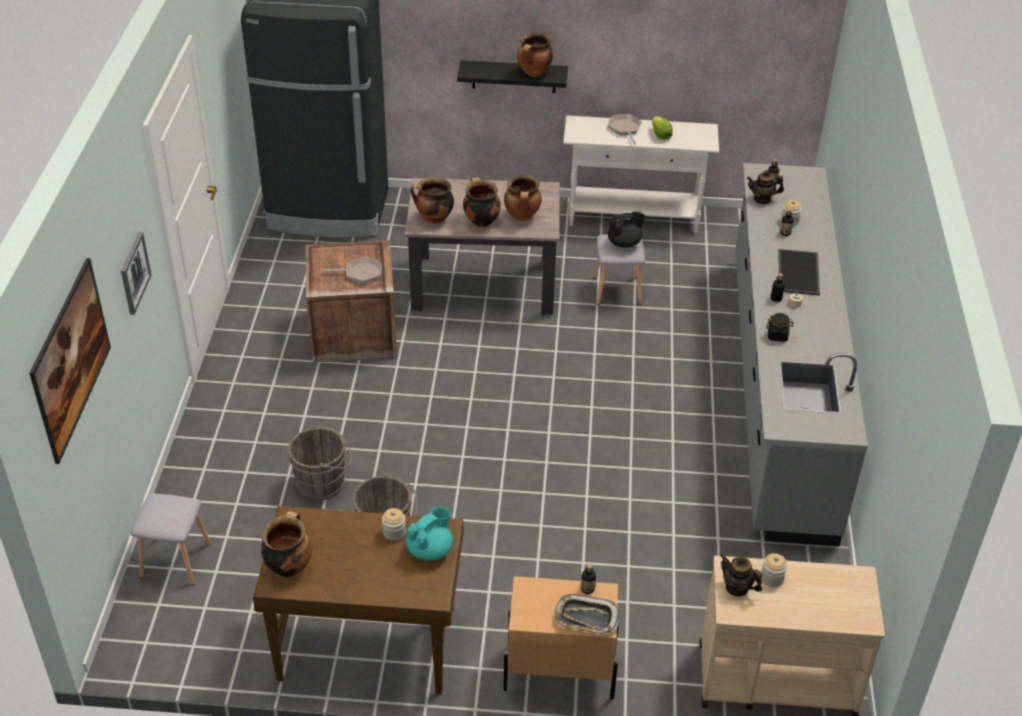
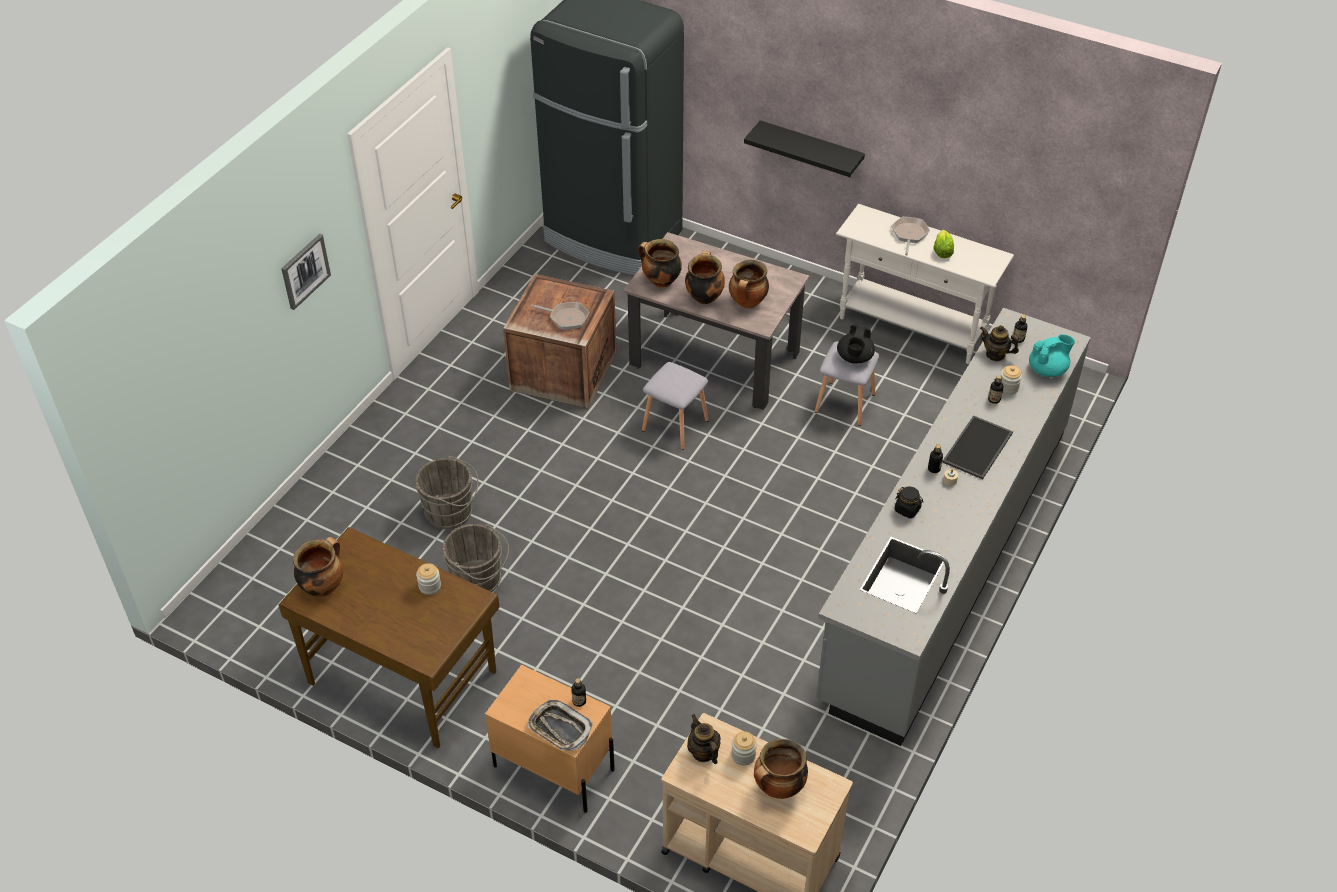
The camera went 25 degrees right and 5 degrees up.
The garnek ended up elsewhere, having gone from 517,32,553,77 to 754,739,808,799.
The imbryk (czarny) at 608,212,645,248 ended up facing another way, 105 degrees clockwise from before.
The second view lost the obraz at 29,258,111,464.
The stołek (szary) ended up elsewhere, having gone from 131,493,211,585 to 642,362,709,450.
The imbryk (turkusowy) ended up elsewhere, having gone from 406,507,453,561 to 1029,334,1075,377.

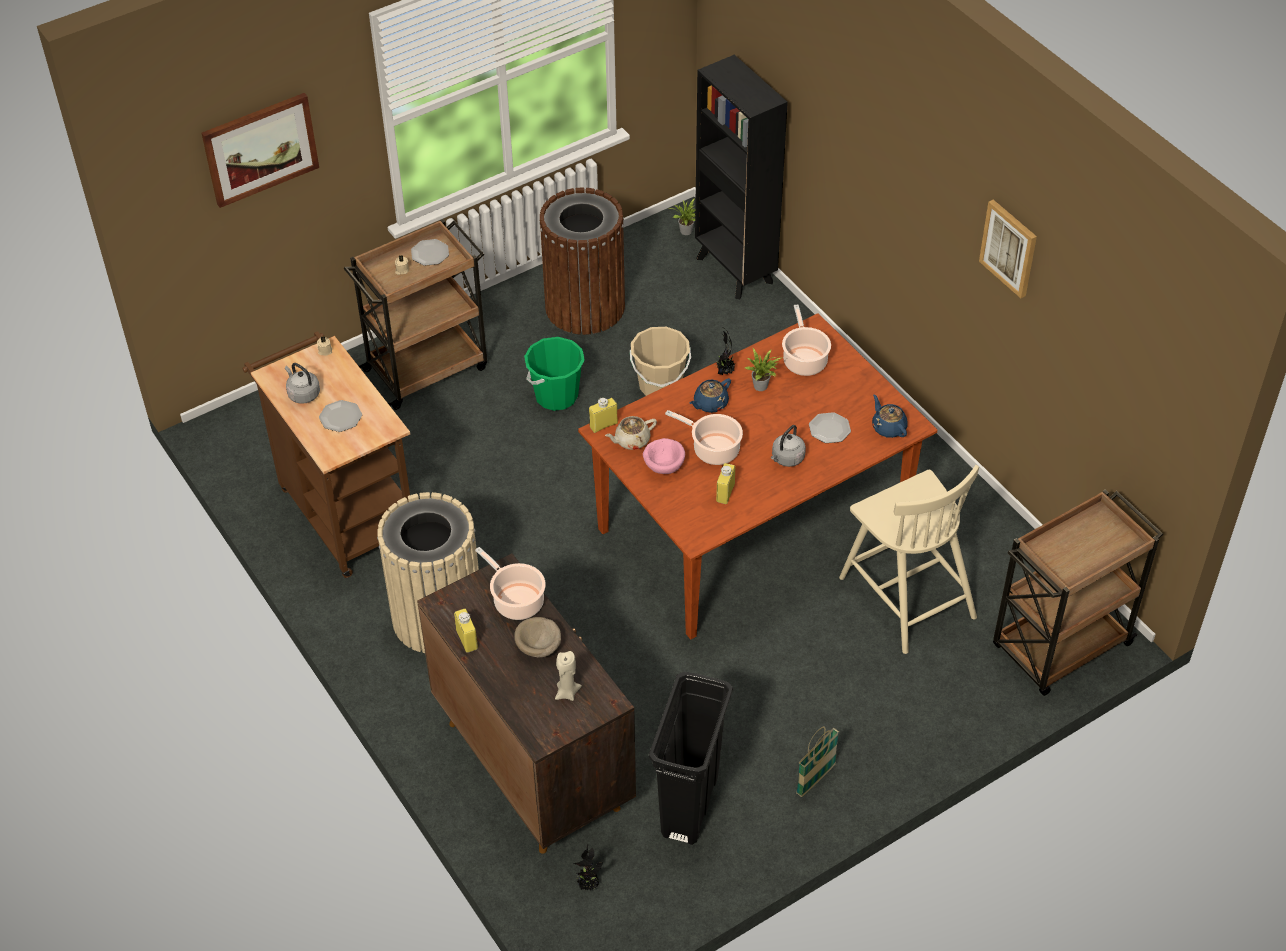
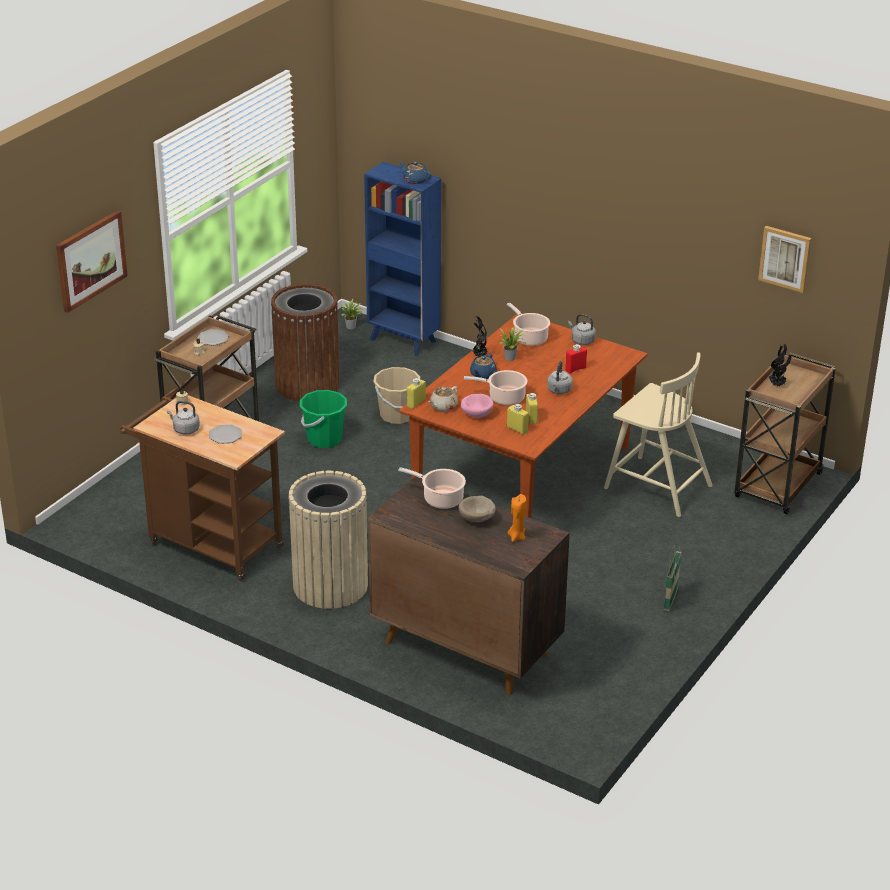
The camera went 25 degrees left and 15 degrees down.
What was the regał (czarny) at 695,55,788,299 turned into the regał (niebieski) at 364,162,442,356.
The obraz ended up elsewhere, having gone from 979,200,1037,298 to 758,226,812,293.
The imbryk (niebieski) ended up elsewhere, having gone from 872,395,908,438 to 399,161,431,184.
Where the talerz stood at 809,412,851,443, the butelka (czerwony) came to stand at 565,344,587,373.
The butelka (żółty) ended up elsewhere, having gone from 454,609,478,653 to 507,404,528,435.
What was the świeca (beżowy) at 555,651,582,701 turned into the świeca (pomarańczowy) at 508,494,527,542.
The second view lost the kosz na śmieci (czarny) at 649,672,733,845.
The roślina doniczkowa ended up elsewhere, having gone from 573,844,602,890 to 769,343,791,386.
The second view gained the czajnik (szary) at 568,314,596,345.

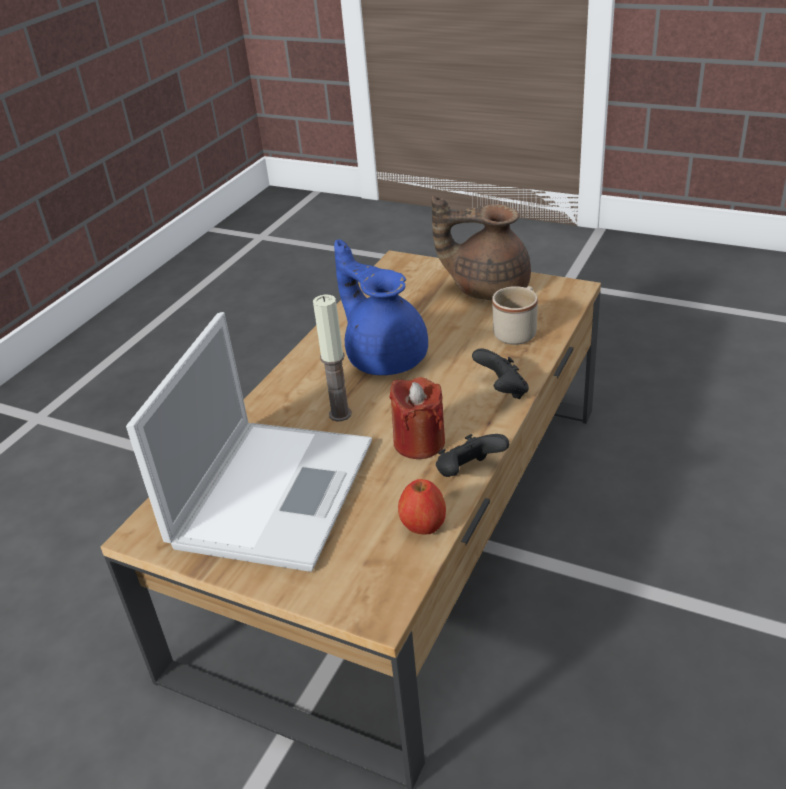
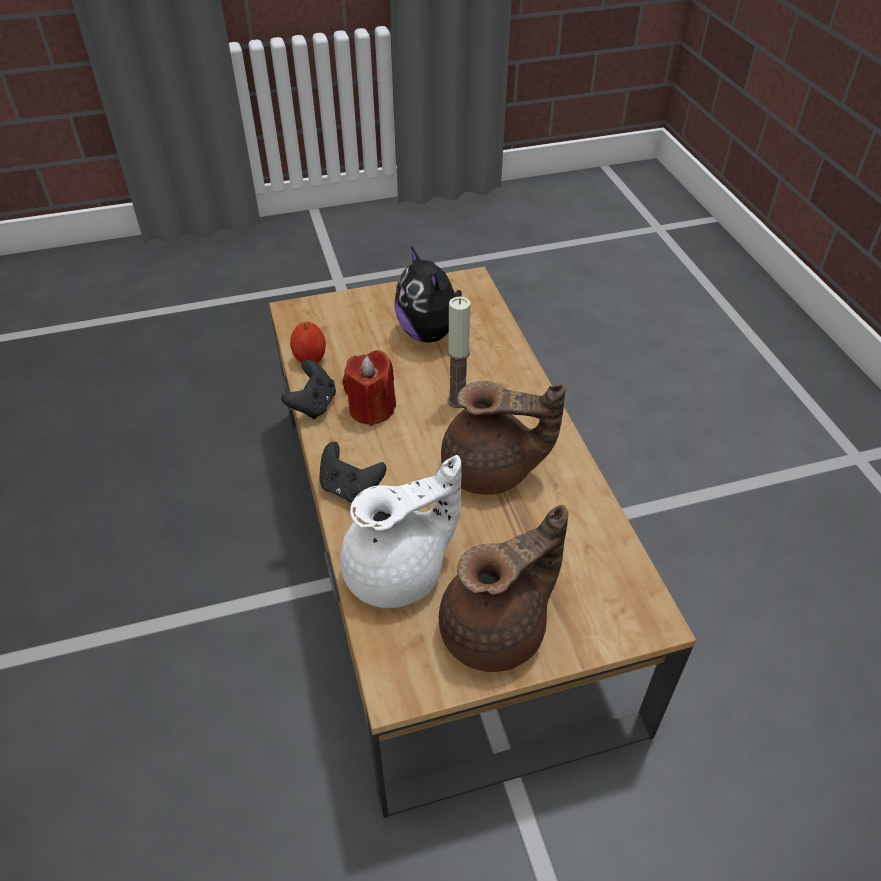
The camera went 135 degrees right and 10 degrees up.
What was the imbryk (niebieski) at 334,239,428,375 turned into the imbryk (brązowy) at 441,381,566,495.
Where the kubek (beżowy) stood at 492,286,538,345, the imbryk (biały) came to stand at 340,455,461,608.
Where the laptop stood at 126,312,372,572, the pluszak came to stand at 394,246,462,343.

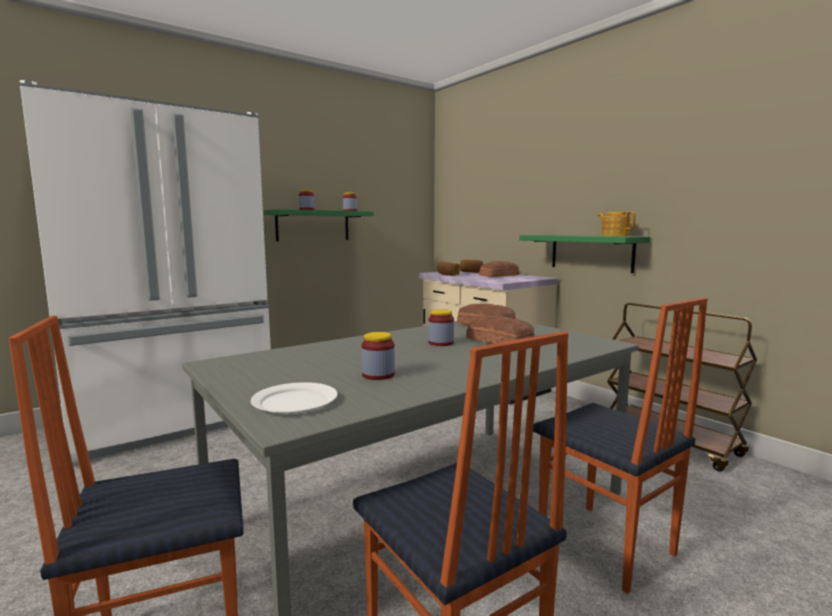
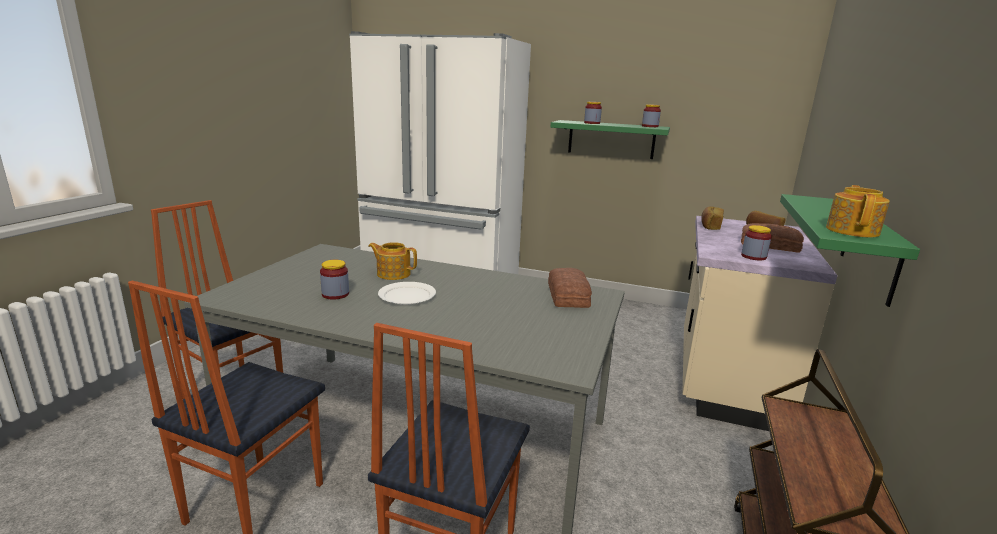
The camera went 55 degrees right and 10 degrees up.
The słoik ended up elsewhere, having gone from 428,309,454,346 to 741,225,772,260.
The second view lost the chleb at 466,316,535,344.
The talerz (biały) ended up elsewhere, having gone from 251,382,338,414 to 378,282,436,305.
The second view gained the imbryk at 368,242,417,280.

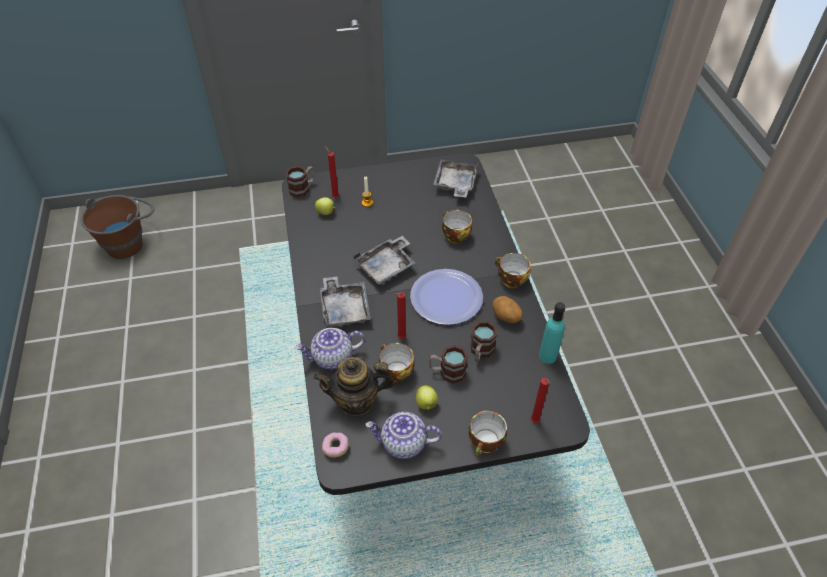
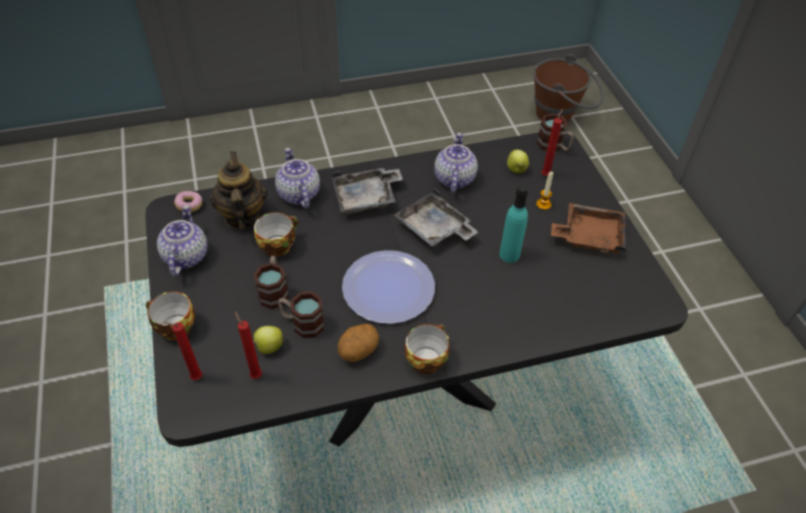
The camera went 85 degrees right and 0 degrees up.
The second view lost the taca (szary) at 433,160,478,198.
The second view lost the filiżanka at 442,210,472,244.
The świeca (czerwony) ended up elsewhere, having gone from 395,292,406,339 to 235,312,262,379.
The butelka (turkusowy) ended up elsewhere, having gone from 539,302,565,364 to 499,185,528,263.
The jabłko ended up elsewhere, having gone from 416,385,438,410 to 253,326,283,354.
The second view gained the imbryk at 434,133,478,193.
The second view gained the taca (brązowy) at 551,203,626,253.

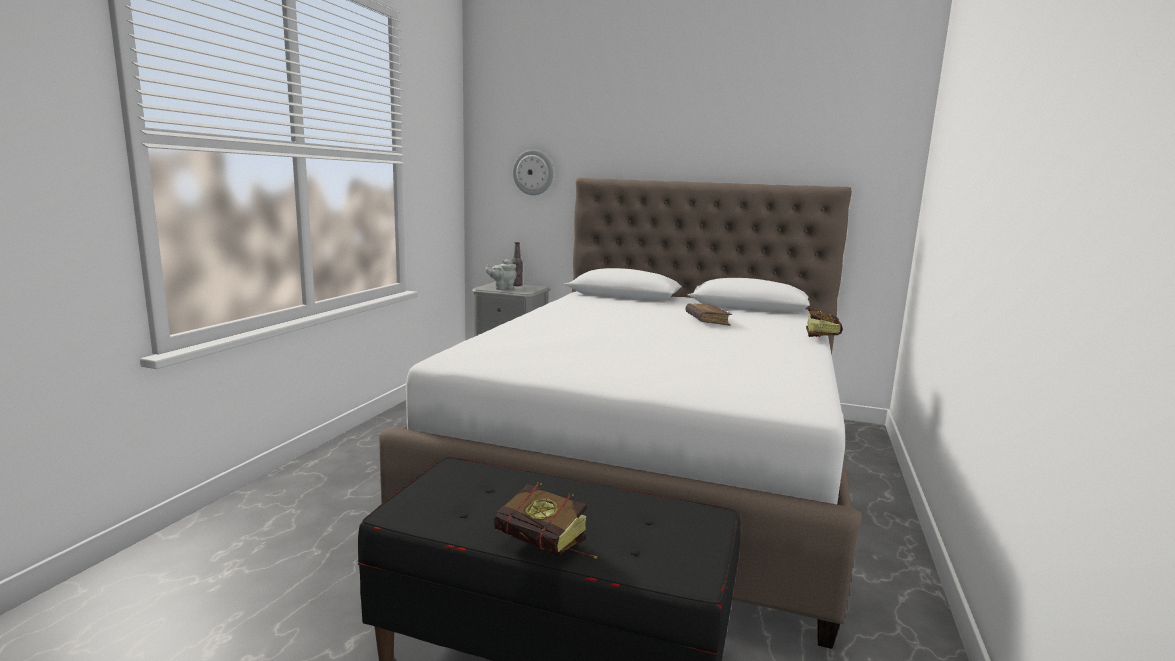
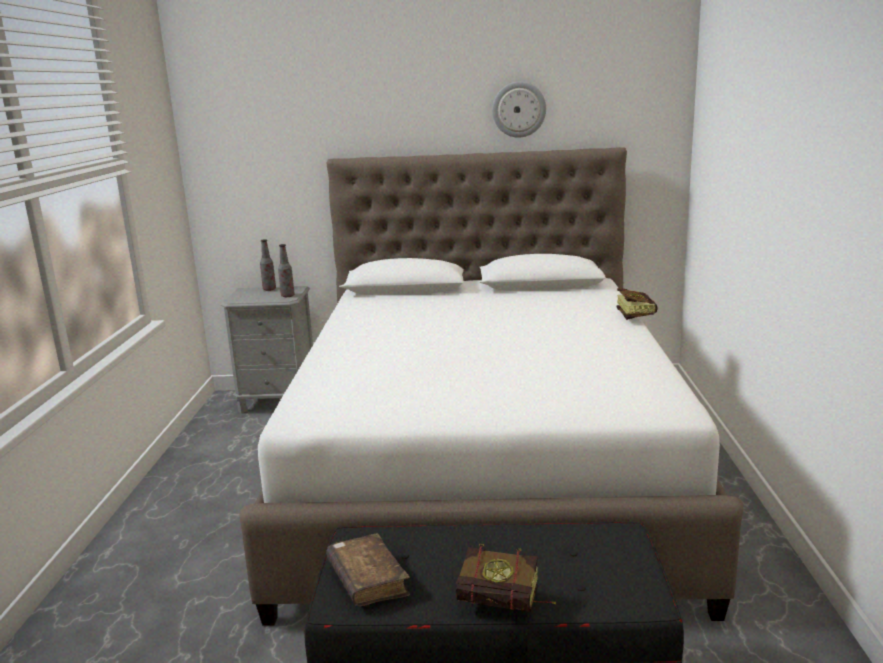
The camera went 15 degrees left and 5 degrees up.
The zegar ścienny ended up elsewhere, having gone from 513,150,554,195 to 492,82,546,138.
The second view lost the imbryk (szary) at 486,259,517,290.
The książka (brązowy) ended up elsewhere, having gone from 686,303,732,326 to 326,533,410,607.
The second view gained the butelka at 278,244,295,297.

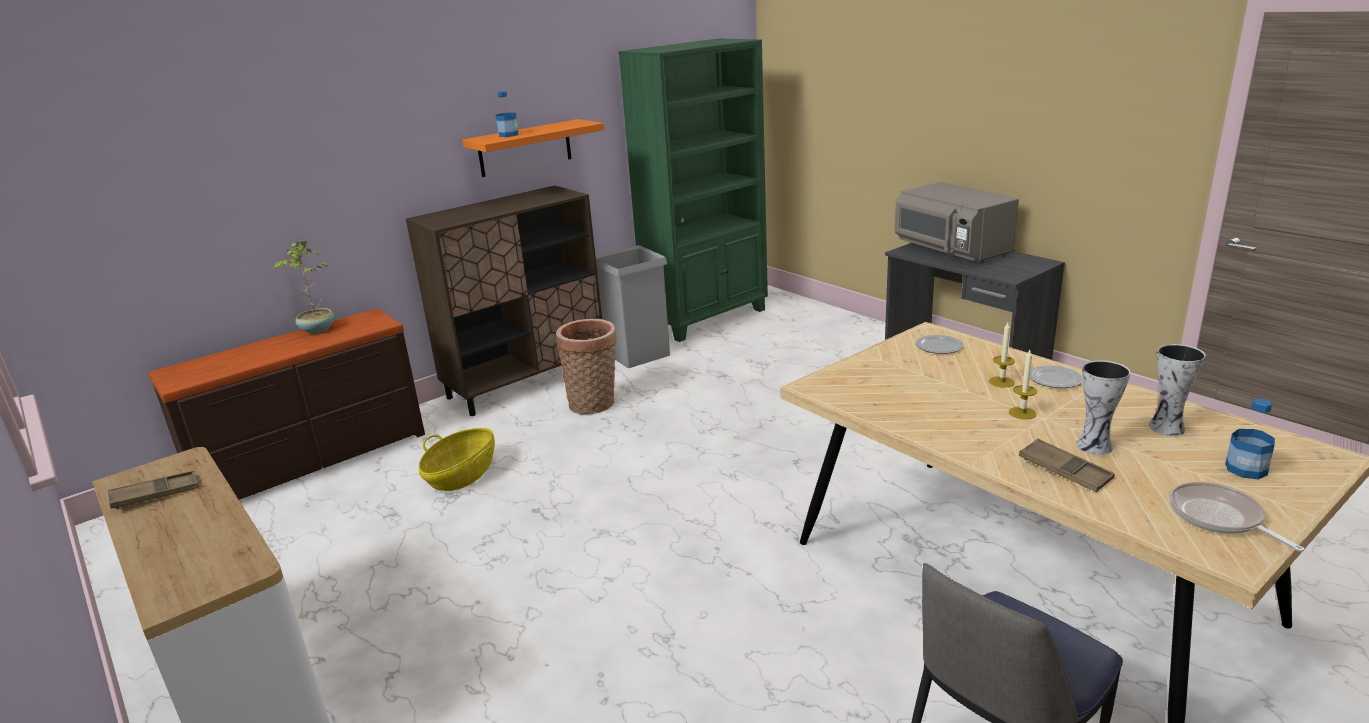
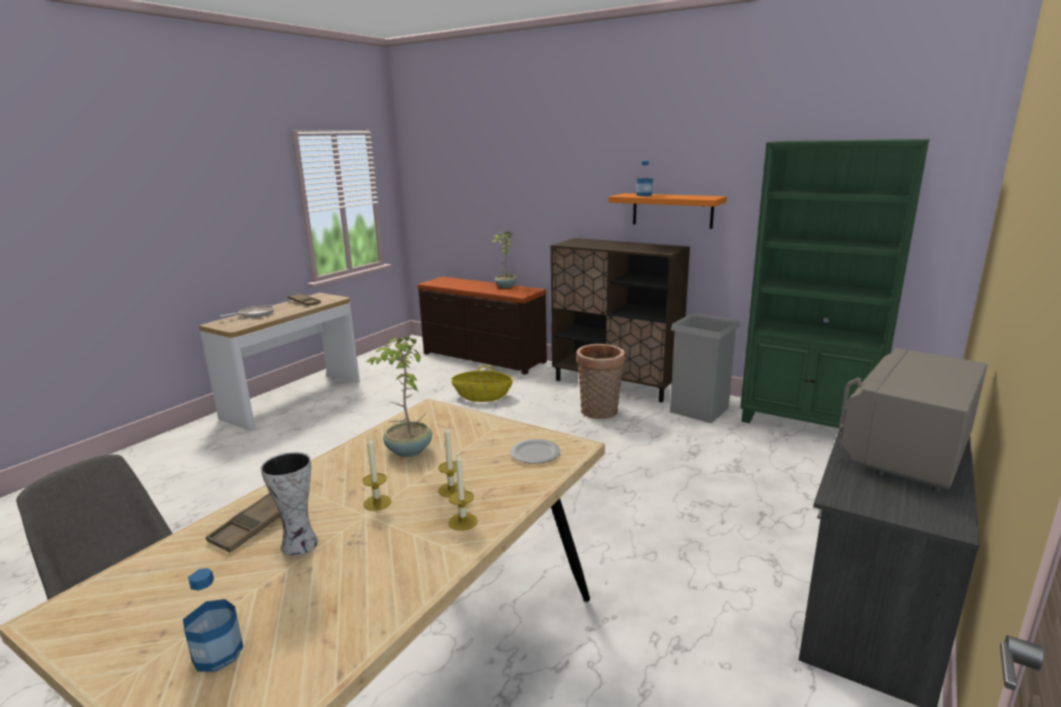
The camera went 70 degrees right and 5 degrees down.
The second view lost the wazon at 1149,344,1206,436.
Where the talerz stood at 1030,365,1083,388, the świeca came to stand at 448,452,478,531.
The patelnia ended up elsewhere, having gone from 1169,482,1304,552 to 220,305,274,318.
The second view gained the roślina doniczkowa at 367,336,432,457.

